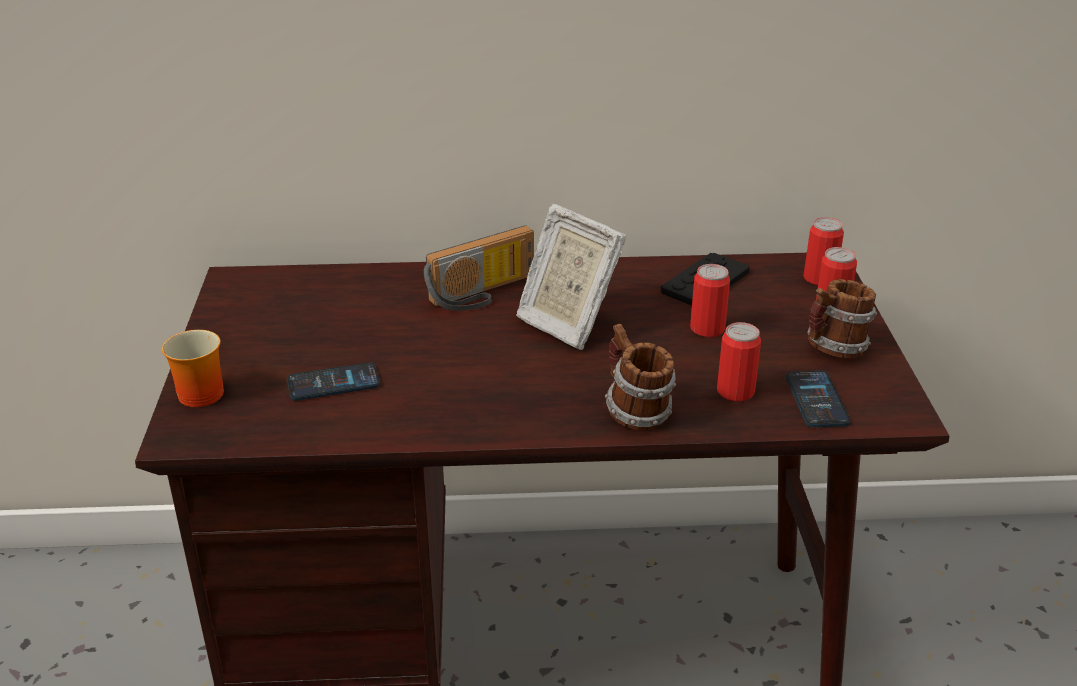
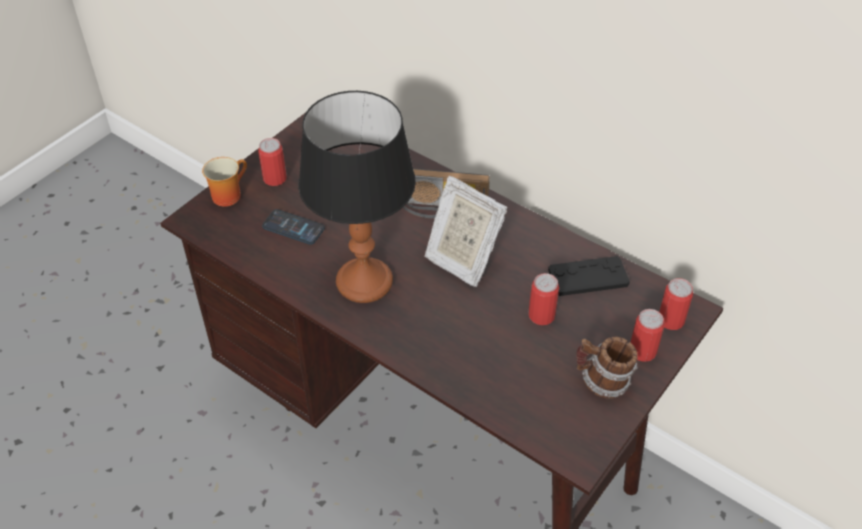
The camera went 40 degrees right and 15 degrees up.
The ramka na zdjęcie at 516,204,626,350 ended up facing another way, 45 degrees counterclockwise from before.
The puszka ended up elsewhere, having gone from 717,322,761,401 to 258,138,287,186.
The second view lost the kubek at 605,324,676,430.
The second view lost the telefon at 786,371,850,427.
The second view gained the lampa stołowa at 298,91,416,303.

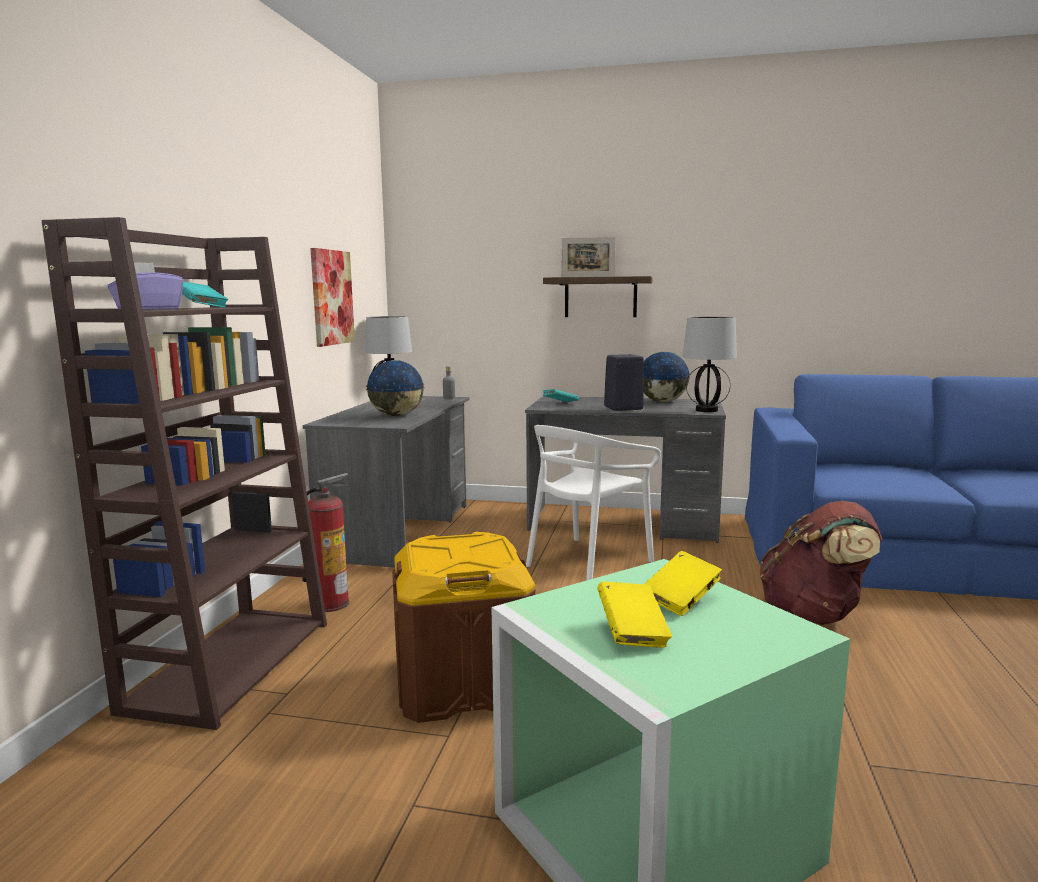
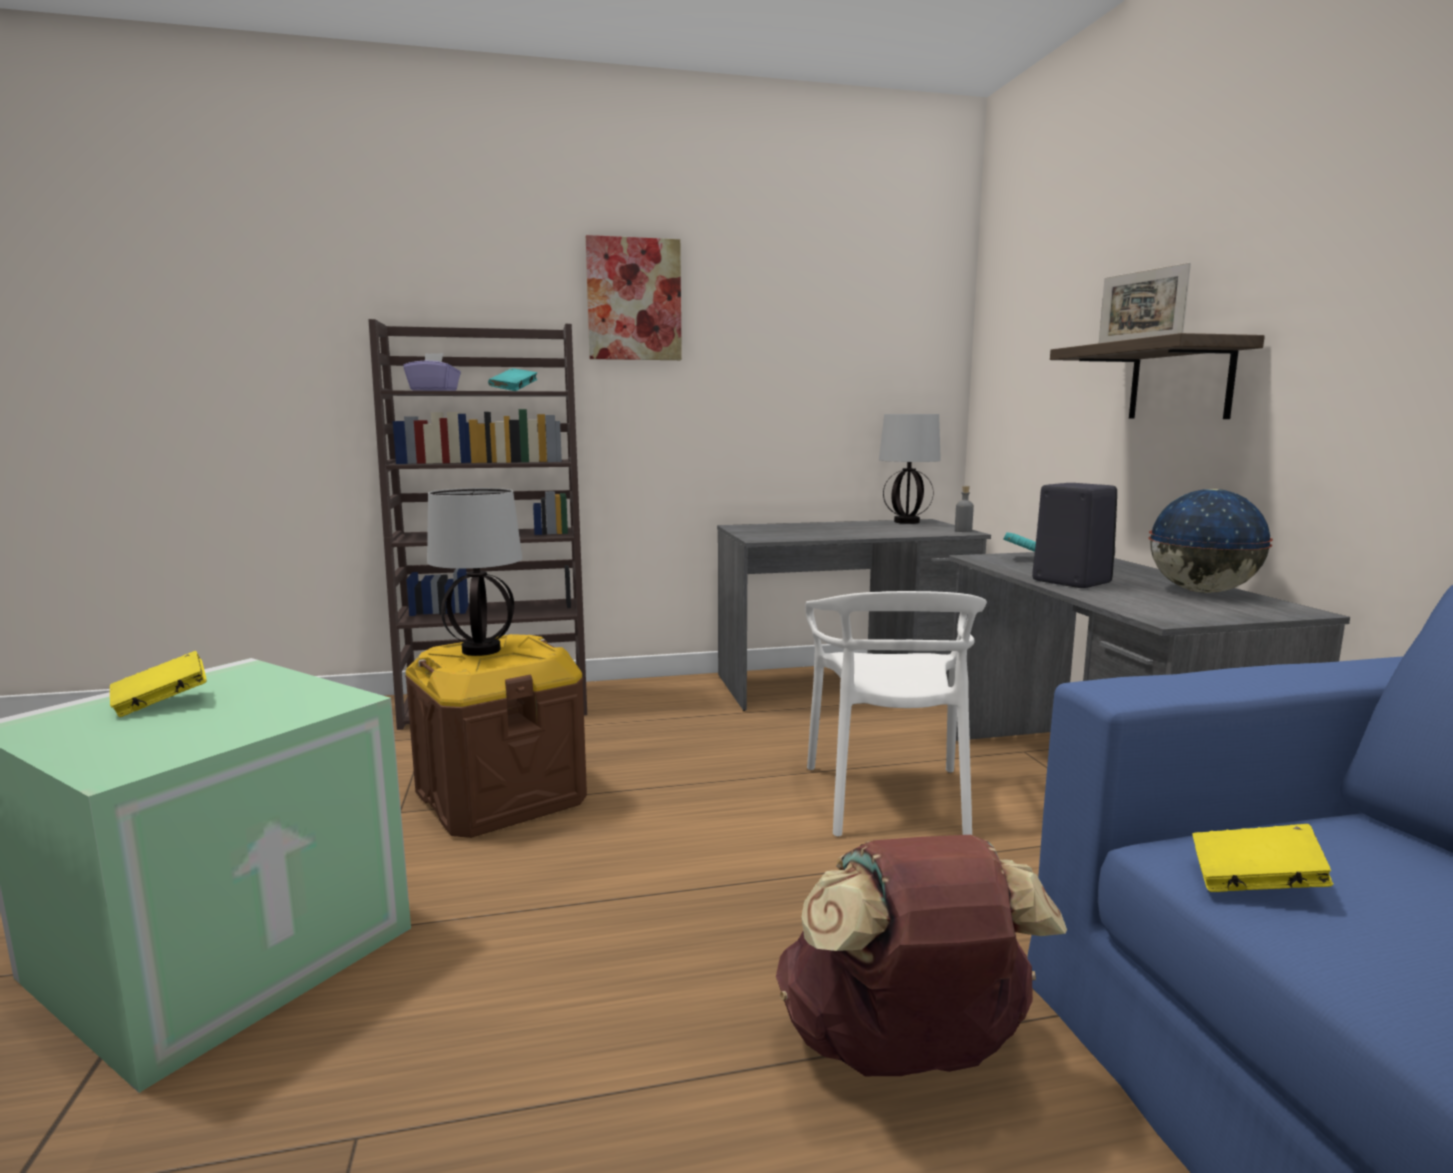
The camera went 65 degrees right and 0 degrees up.
The obraz ended up elsewhere, having gone from 310,248,355,347 to 586,235,682,360.
The lampa stołowa ended up elsewhere, having gone from 682,316,737,412 to 427,488,522,656.
The second view lost the globus at 366,360,424,416.
The krzesło (biały) at 526,425,661,581 ended up facing another way, 105 degrees counterclockwise from before.
The second view lost the gaśnica at 302,473,349,612.
The książka (żółty) ended up elsewhere, having gone from 644,551,722,616 to 1192,824,1333,892.

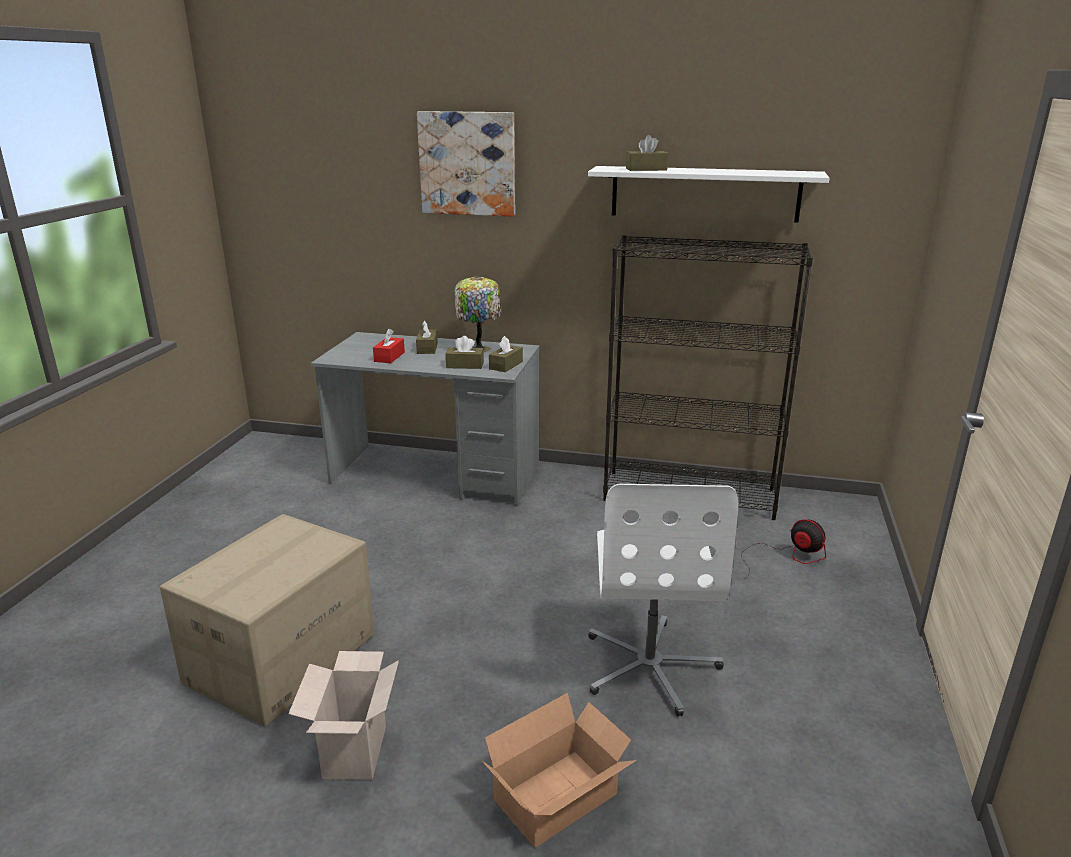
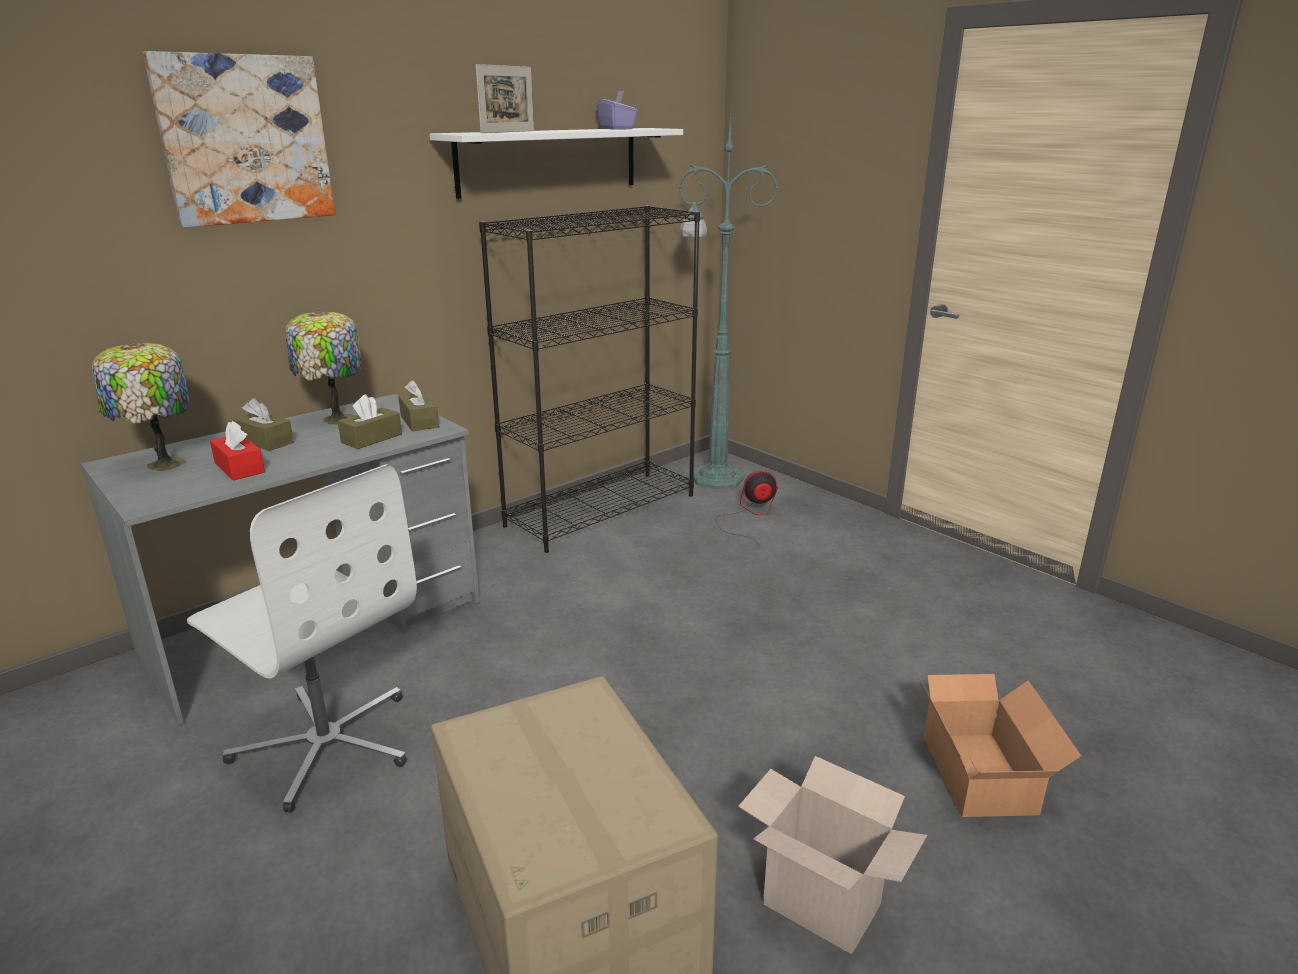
The camera went 55 degrees left and 0 degrees up.
Where the pudełko chusteczek (brązowy) stood at 626,135,668,171, the ramka na zdjęcie came to stand at 476,64,534,133.
The krzesło biurowe (biały) ended up elsewhere, having gone from 588,484,739,717 to 187,464,417,812.
The second view gained the pudełko chusteczek (fioletowy) at 596,91,638,130.
The second view gained the lampa stojąca (zielony) at 678,107,778,489.
The second view gained the lampa stołowa at 92,342,190,471.

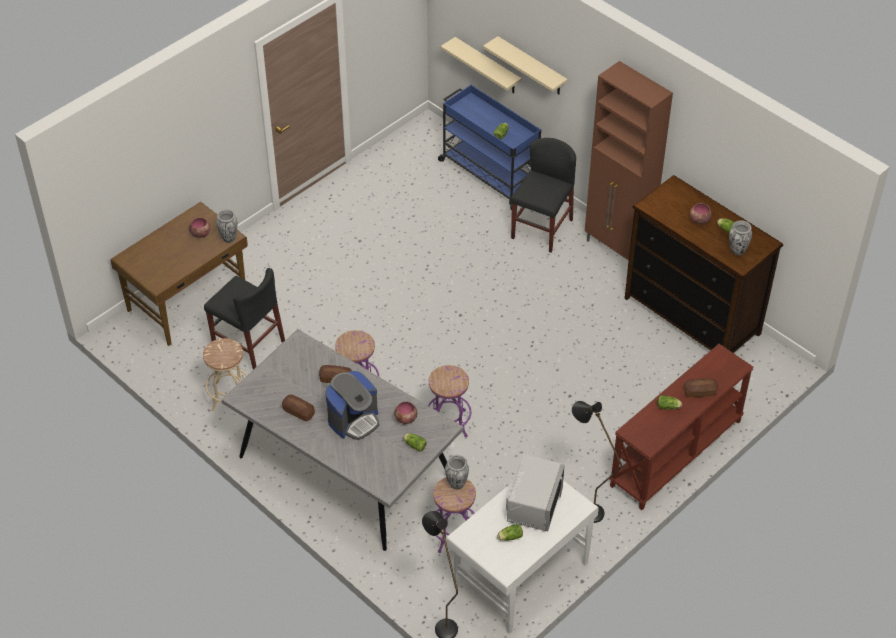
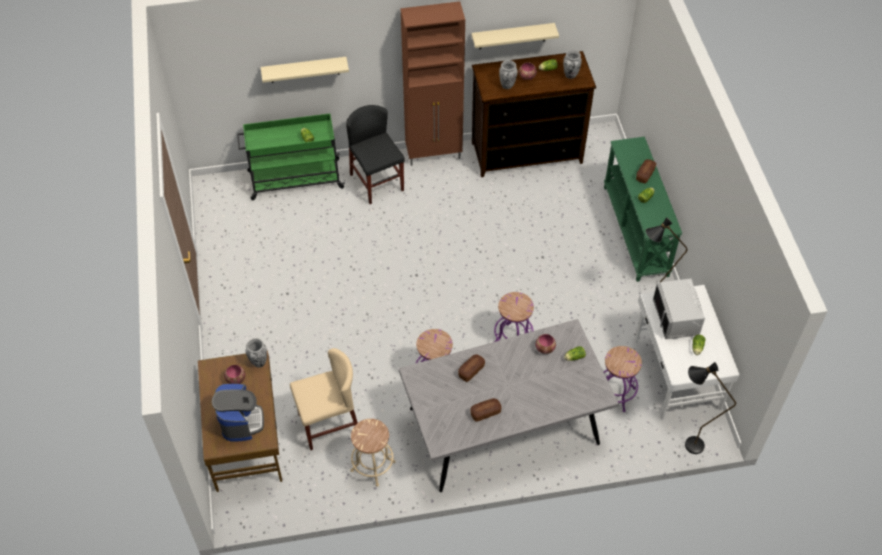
The camera went 55 degrees left and 5 degrees up.
The półka (beżowy) ended up elsewhere, having gone from 441,37,522,93 to 472,23,559,49.
What was the wózek (niebieski) at 438,85,541,210 turned into the wózek (zielony) at 237,113,345,200.
What was the krzesło (czarny) at 204,268,285,370 turned into the krzesło (beżowy) at 290,348,358,450.
What was the stolik konsolowy (brązowy) at 610,344,754,510 turned into the stolik konsolowy (zielony) at 604,137,682,282.
The ekspres do kawy ended up elsewhere, having gone from 325,371,379,440 to 212,384,264,442.
The mikrofalówka (szary) at 506,454,564,531 ended up facing another way, 150 degrees counterclockwise from before.
The wazon ended up elsewhere, having gone from 445,455,469,489 to 499,60,518,89.

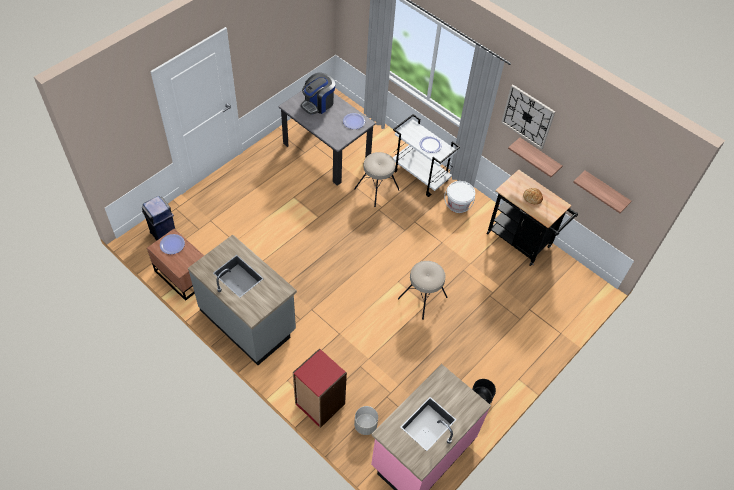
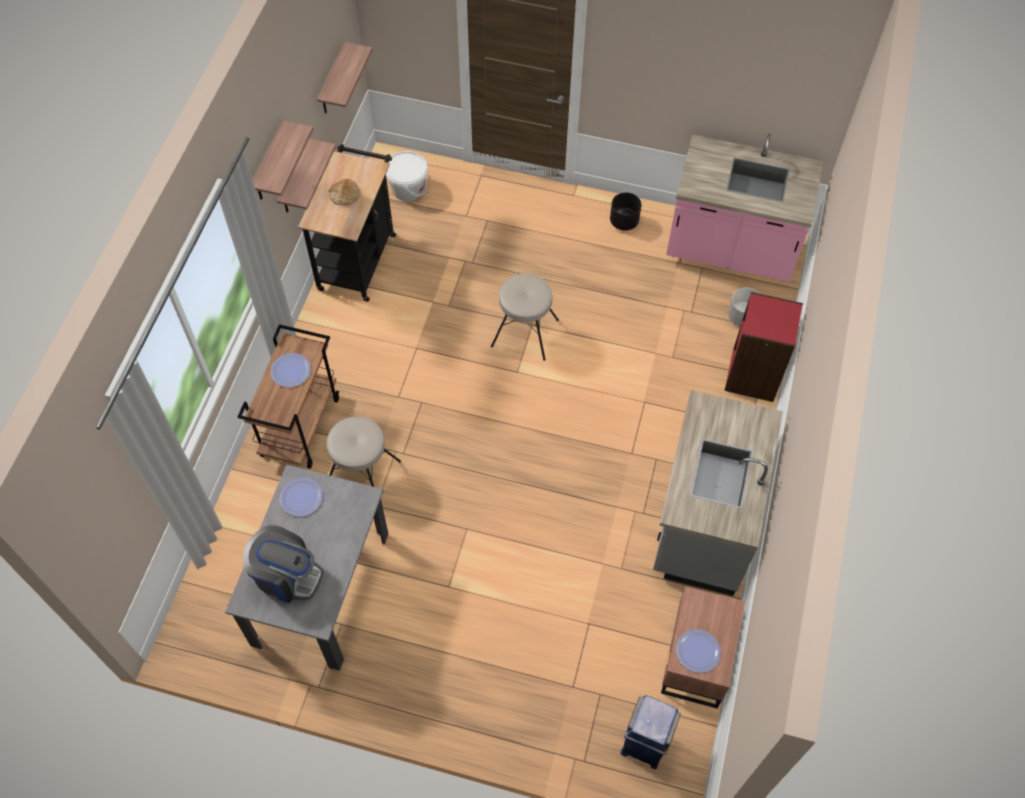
The camera went 115 degrees left and 5 degrees up.
Where the zegar ścienny hung at 501,84,555,149, the półka came to hang at 253,120,313,200.
What was the wózek (biały) at 393,114,460,197 turned into the wózek (brązowy) at 238,324,339,469.
The wiadro (biały) ended up elsewhere, having gone from 444,181,475,213 to 386,151,428,201.

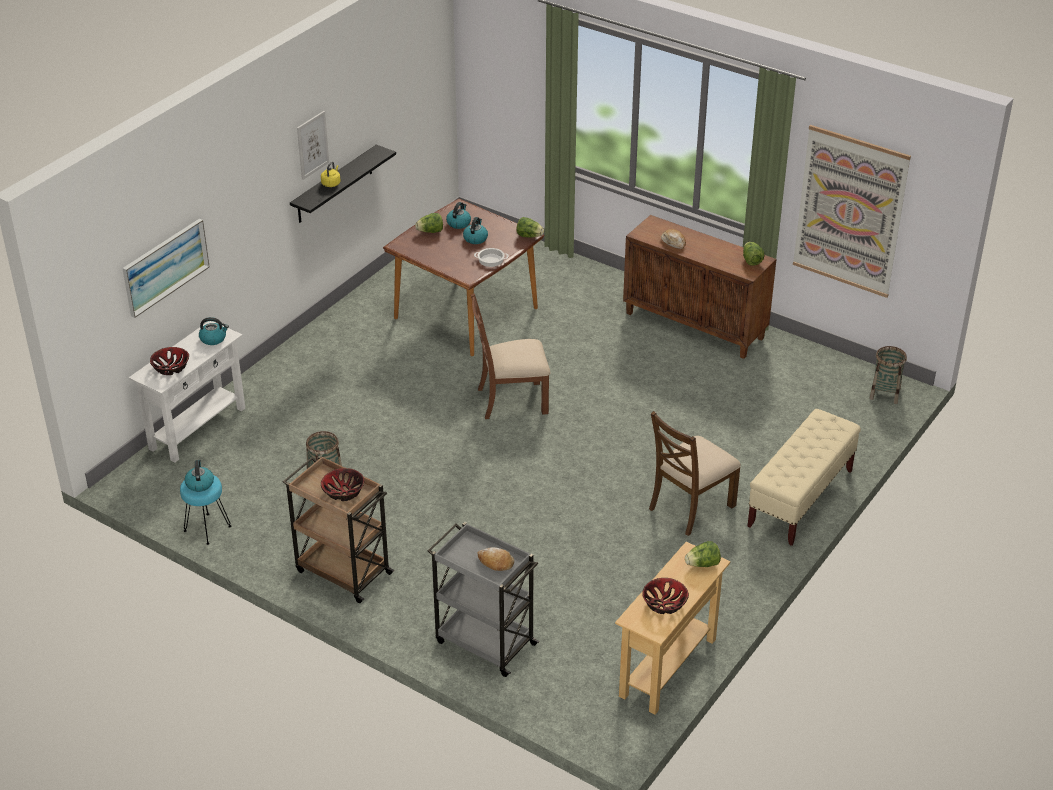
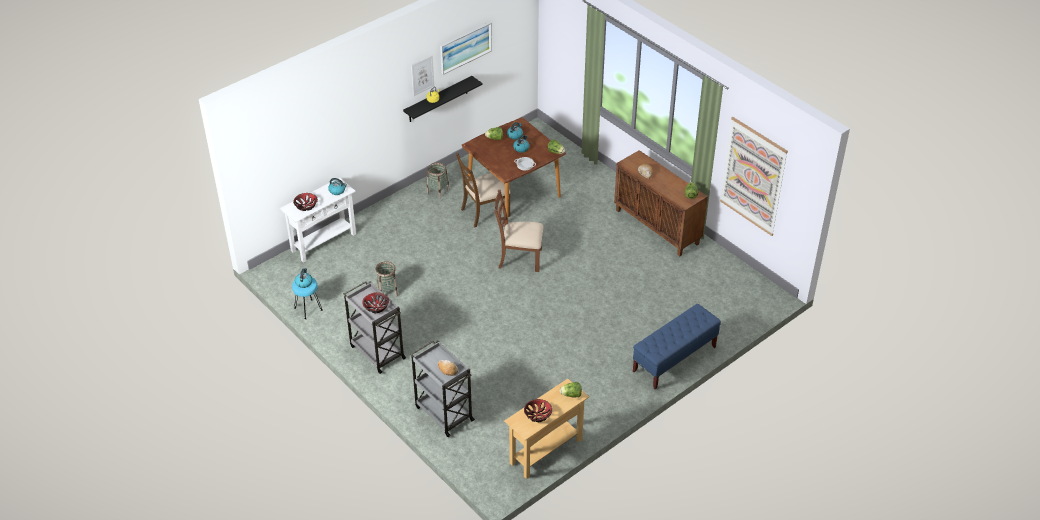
The camera went 15 degrees right and 5 degrees up.
The obraz ended up elsewhere, having gone from 122,219,210,318 to 440,22,492,75.
The koszyk ended up elsewhere, having gone from 869,346,907,404 to 427,163,450,199.
What was the ławka (beżowy) at 747,409,861,546 turned into the ławka (niebieski) at 633,304,721,390.
The krzesło (brązowy) ended up elsewhere, having gone from 649,411,741,536 to 456,153,511,228.
What was the wózek (brązowy) at 283,455,395,603 turned into the wózek (szary) at 344,281,406,374.

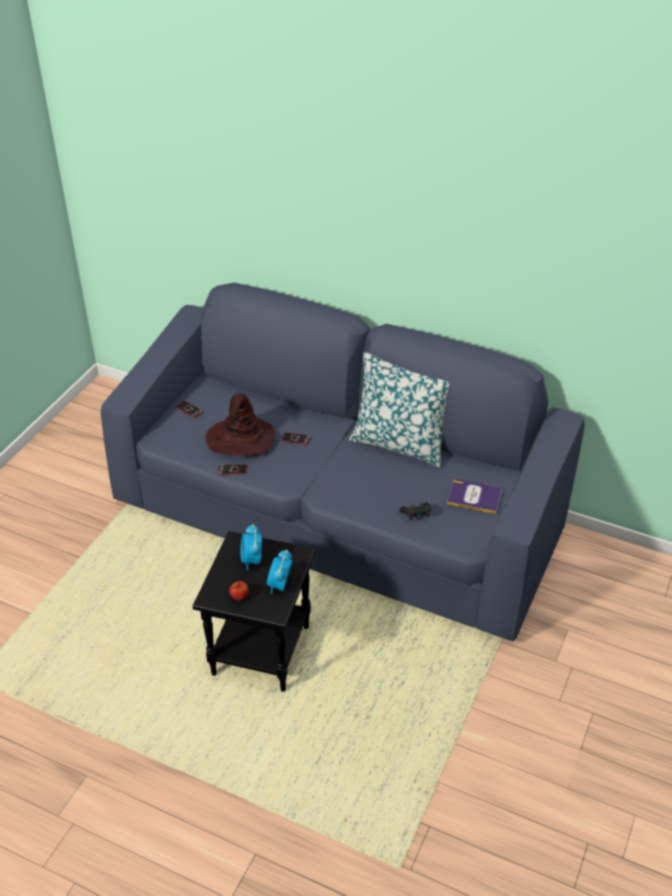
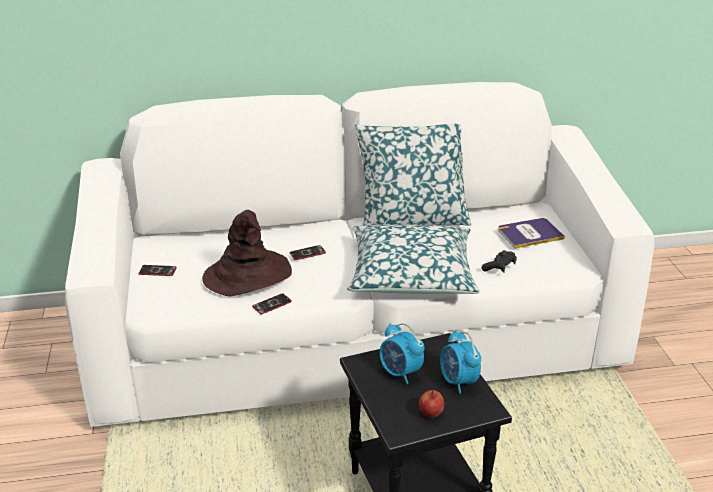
The camera went 35 degrees left and 10 degrees down.
What was the kanapa (niebieski) at 101,283,585,642 turned into the kanapa (biały) at 65,82,654,427.
The second view gained the poduszka at 347,225,480,294.

